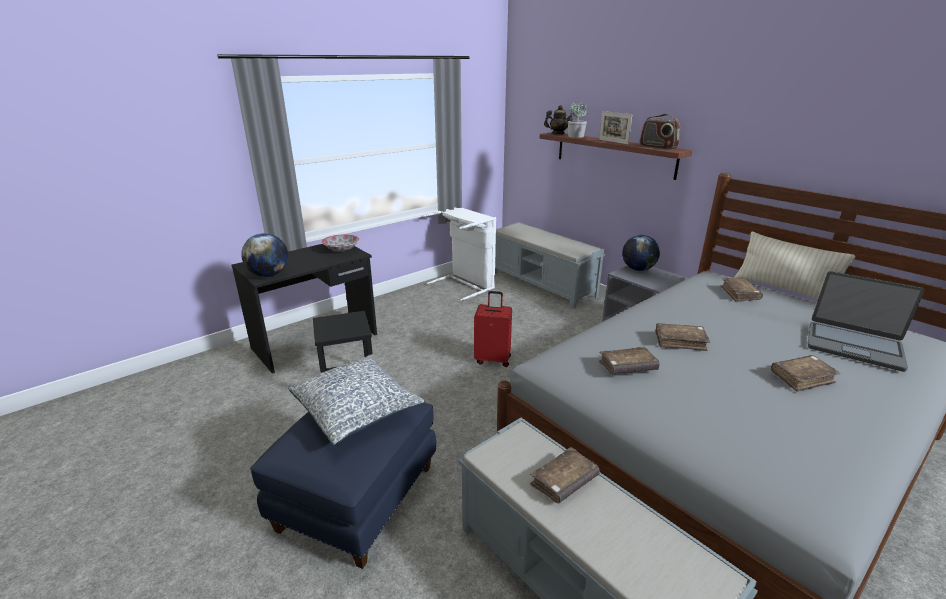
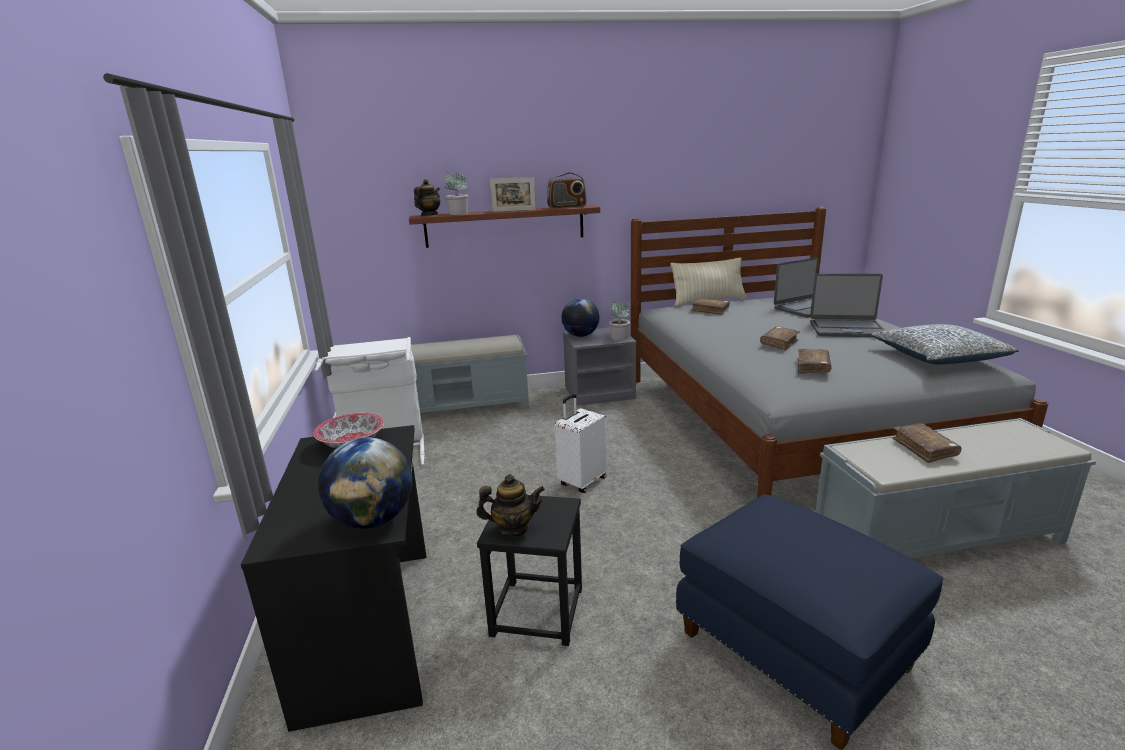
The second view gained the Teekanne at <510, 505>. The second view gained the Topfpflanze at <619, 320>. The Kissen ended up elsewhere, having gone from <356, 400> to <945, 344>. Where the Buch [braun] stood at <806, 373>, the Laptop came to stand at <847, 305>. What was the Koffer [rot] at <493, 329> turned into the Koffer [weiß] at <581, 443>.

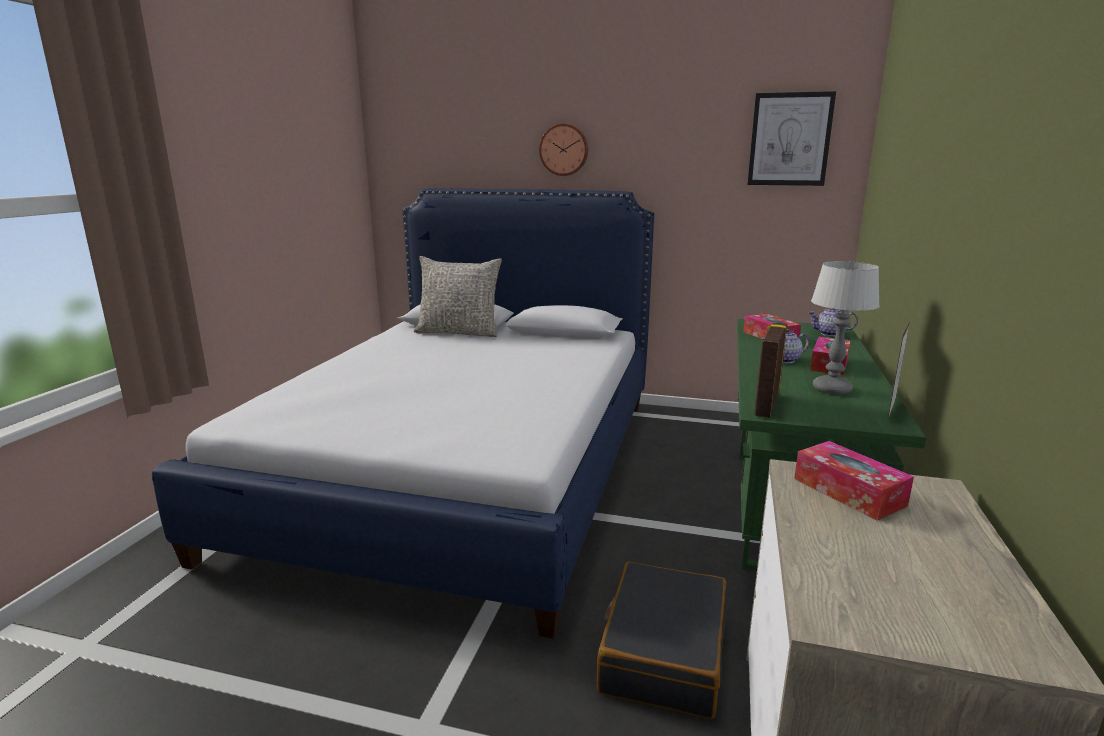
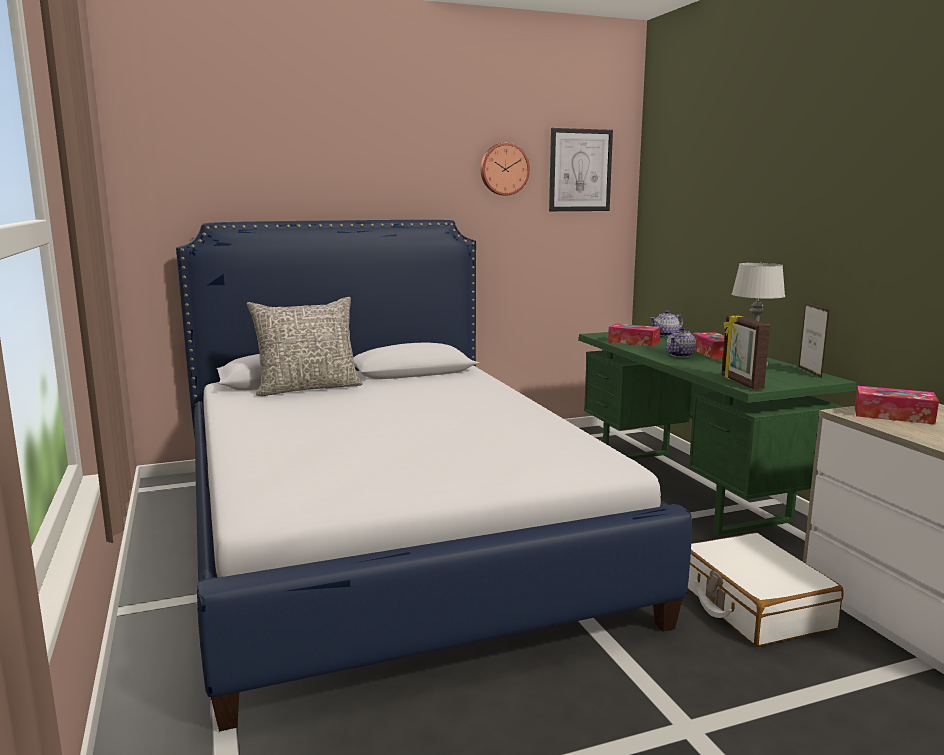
The Wanduhr ended up elsewhere, having gone from <563, 150> to <505, 169>. What was the Koffer [schwarz] at <662, 640> turned into the Koffer [weiß] at <765, 590>.

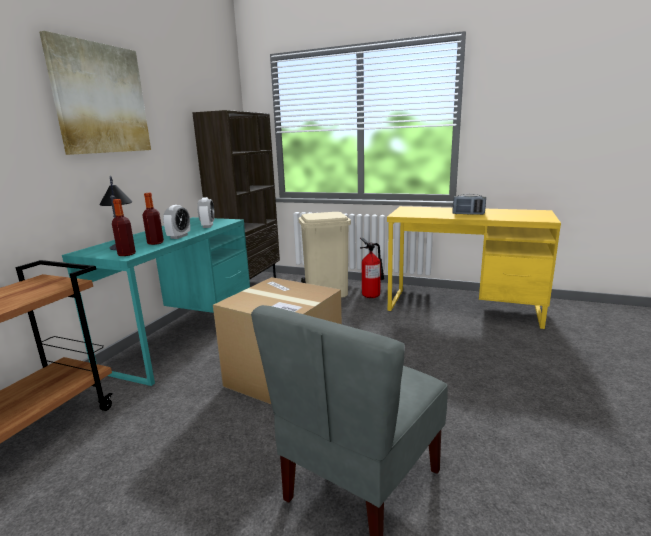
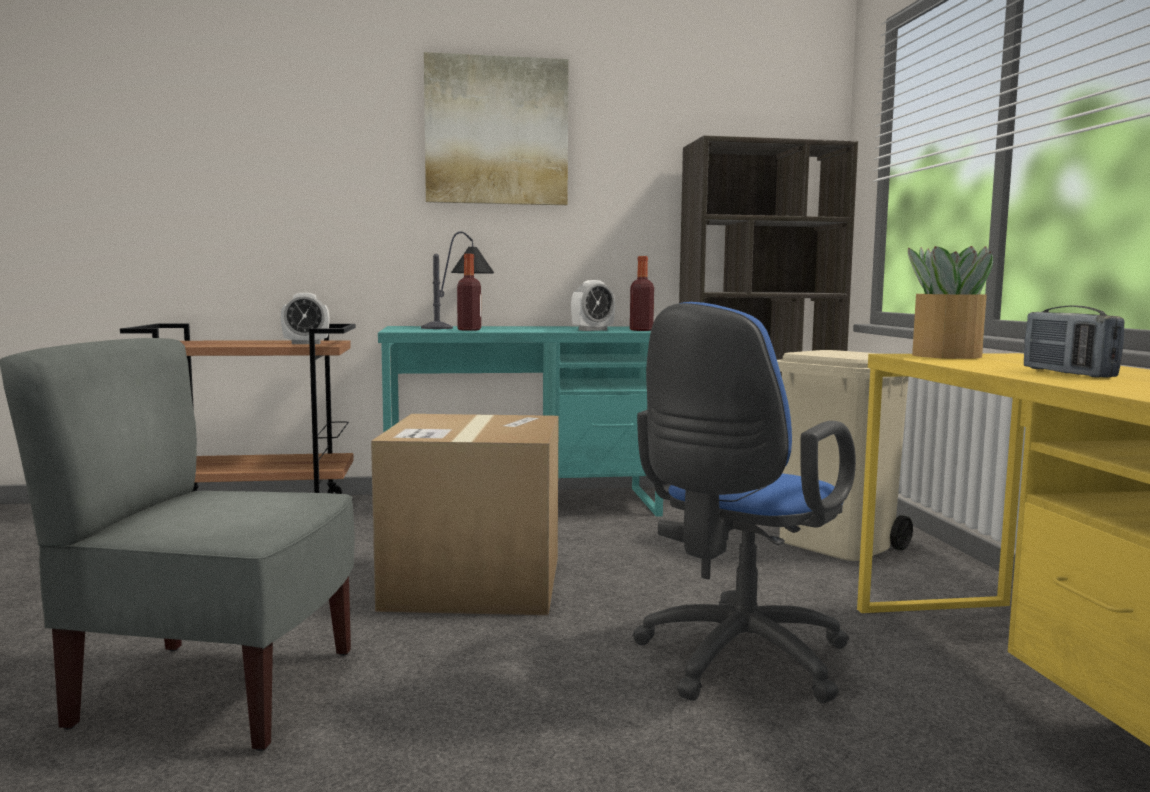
The second view lost the Feuerlöscher at <372, 268>. The second view gained the Bürostuhl [blau] at <744, 502>. The second view gained the Topfpflanze at <950, 302>. The Flasche ended up elsewhere, having gone from <124, 227> to <642, 293>. The Wecker ended up elsewhere, having gone from <176, 222> to <305, 318>.

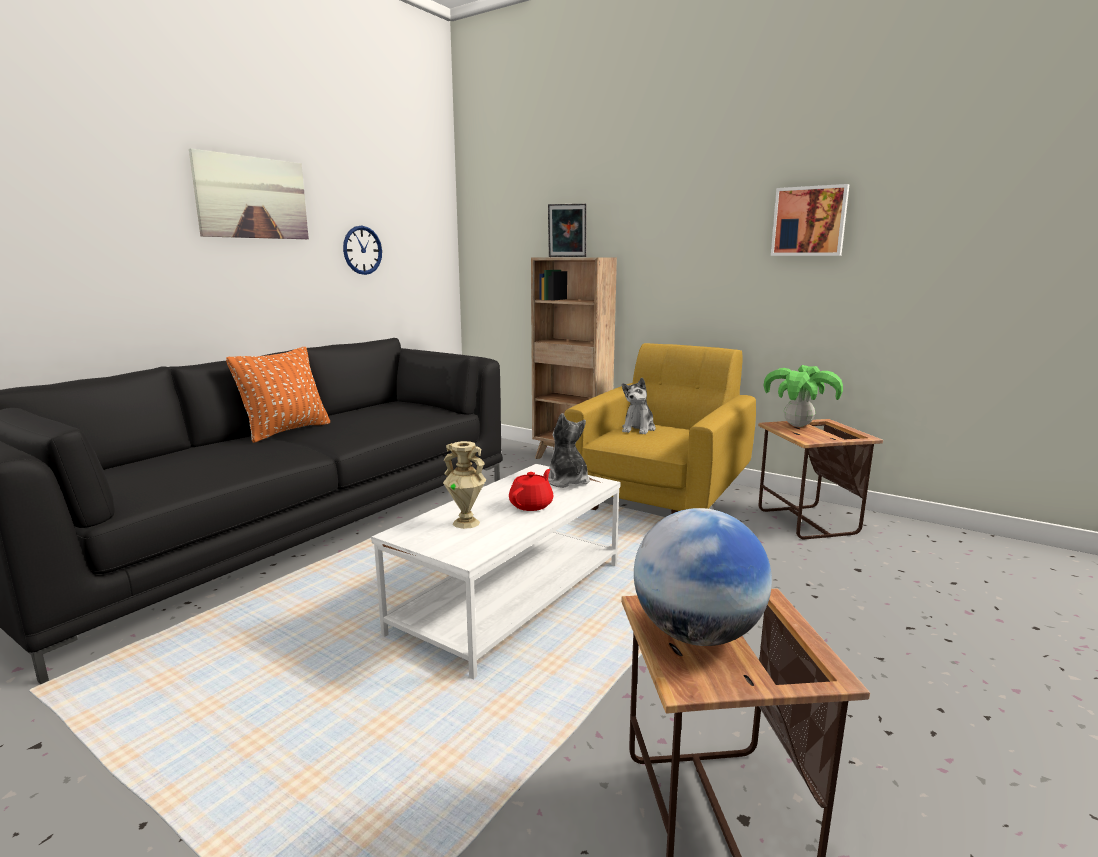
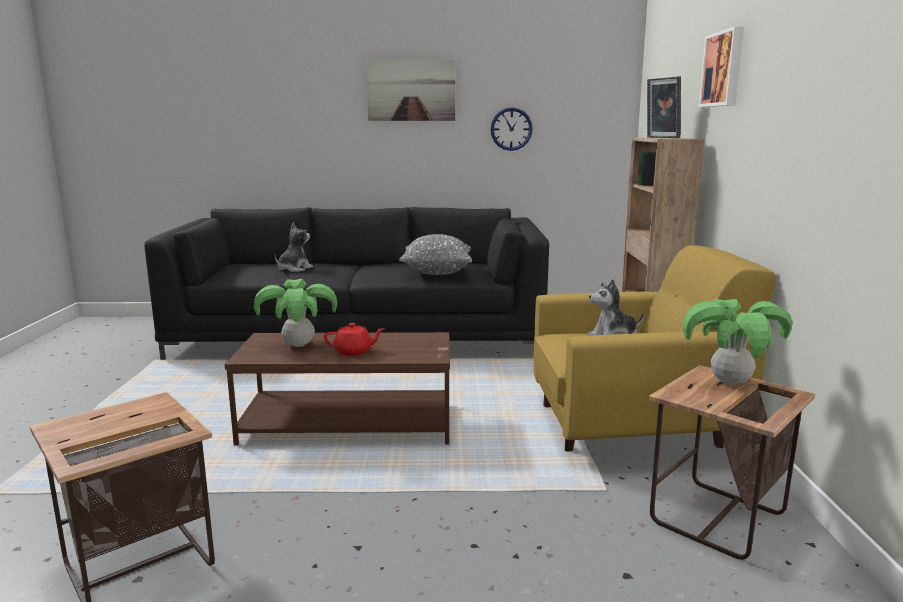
The second view lost the Kissen [orange] at <278, 395>. The second view lost the Globus at <703, 577>. The second view gained the Kissen [grau] at <435, 254>. The Plüschtier ended up elsewhere, having gone from <569, 450> to <294, 247>. The Bild ended up elsewhere, having gone from <810, 220> to <721, 66>. Where the Vase [beige] stood at <464, 485>, the Topfpflanze came to stand at <295, 313>. What was the Couchtisch [weiß] at <495, 571> turned into the Couchtisch [braun] at <337, 388>.

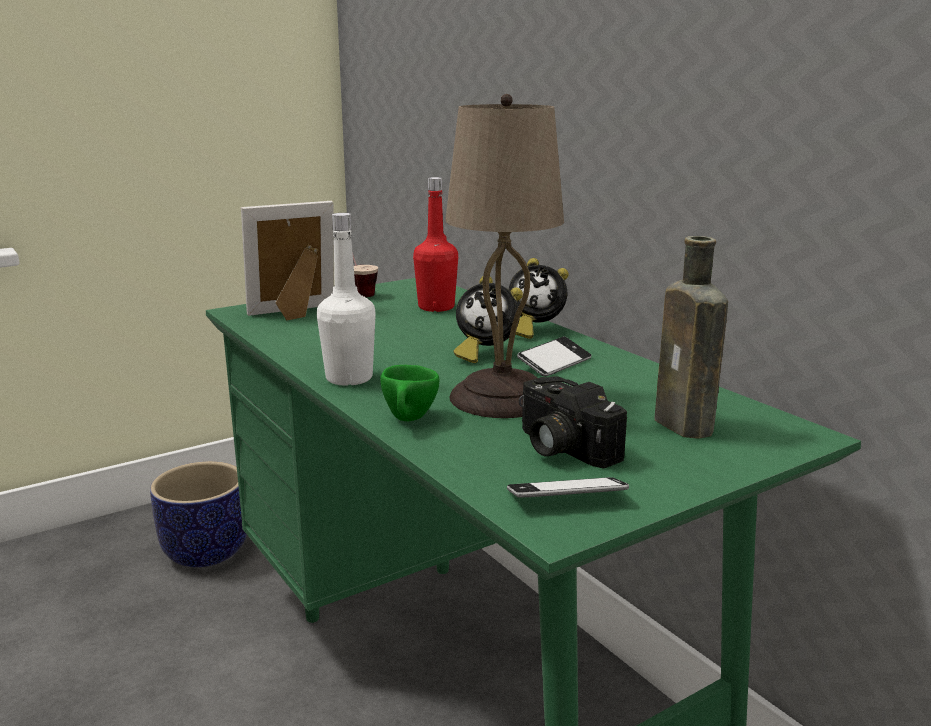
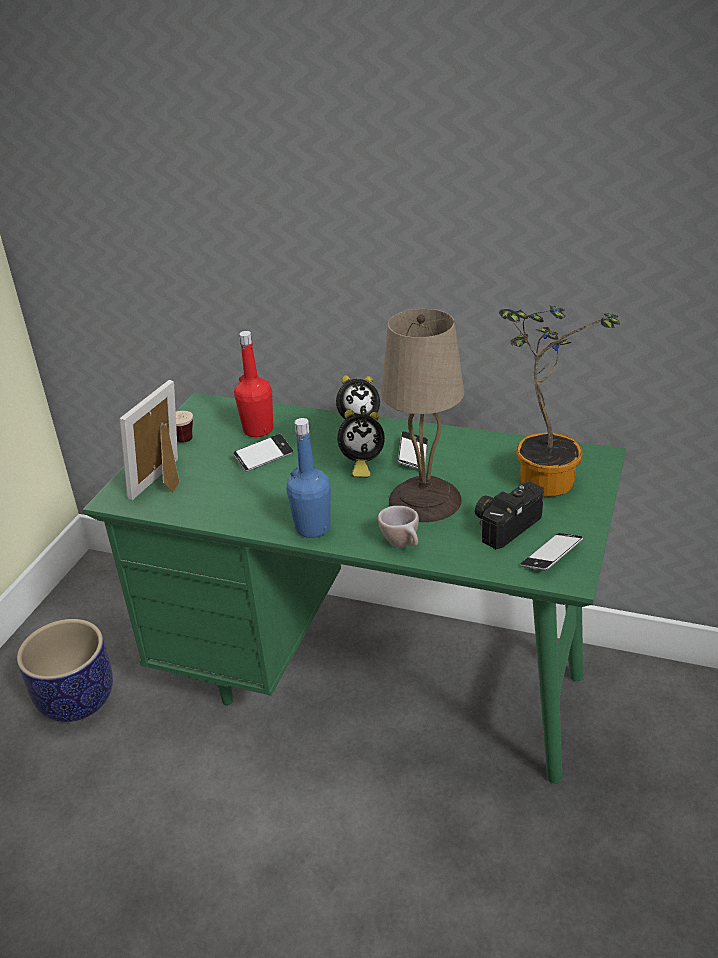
The second view gained the Handy at <263, 453>. Where the Flasche [braun] stood at <691, 337>, the Topfpflanze came to stand at <559, 401>. What was the Flasche [weiß] at <346, 299> turned into the Flasche [blau] at <308, 478>. What was the Tasse [grün] at <409, 393> turned into the Tasse [beige] at <398, 526>. The Kamera at <573, 422> ended up facing another way, 120 degrees clockwise from before.

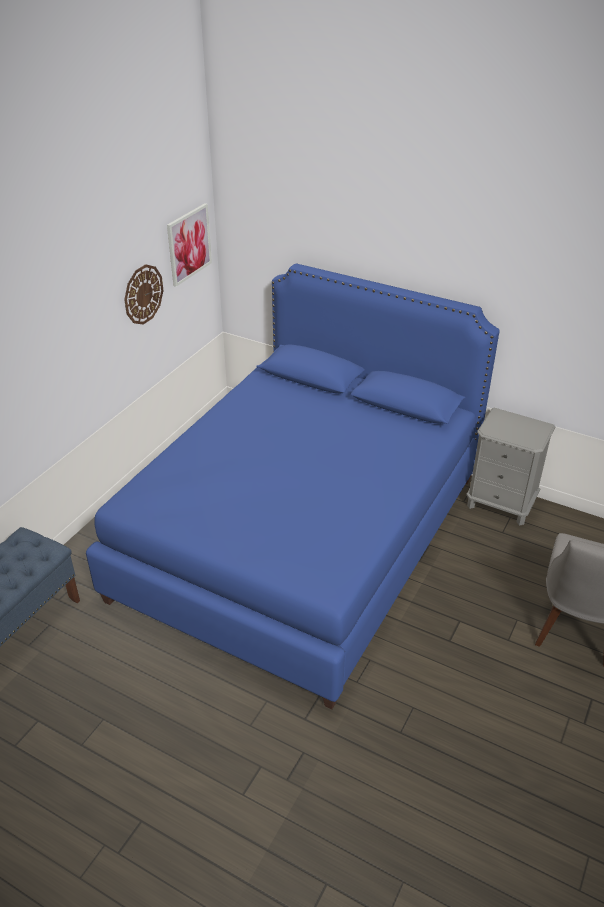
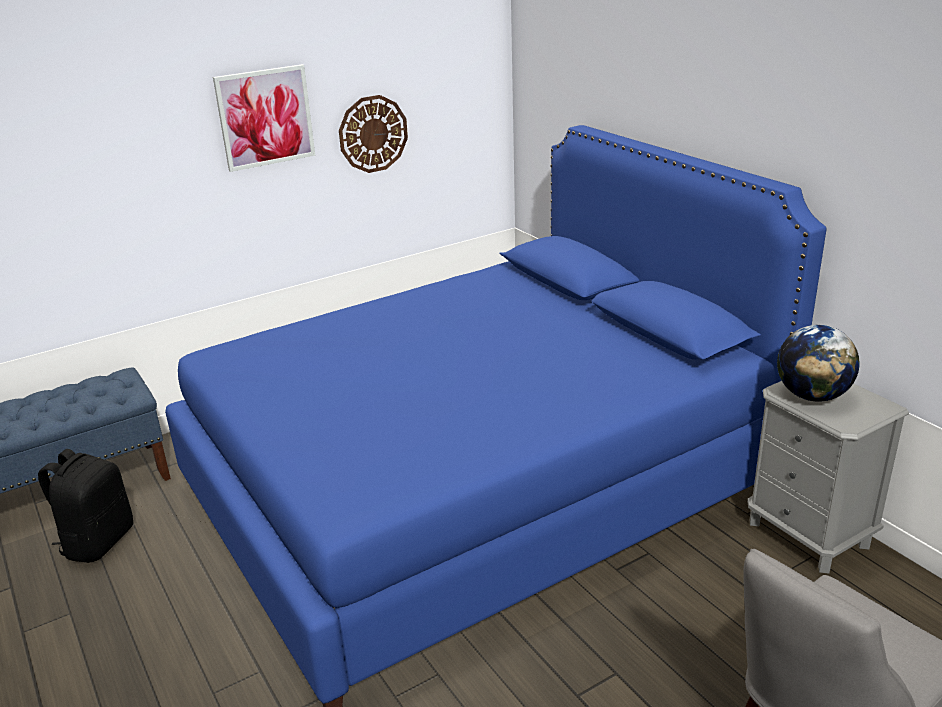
The second view gained the Rucksack [schwarz] at <85, 506>. The second view gained the Globus at <818, 363>. The Bild ended up elsewhere, having gone from <189, 245> to <264, 118>.

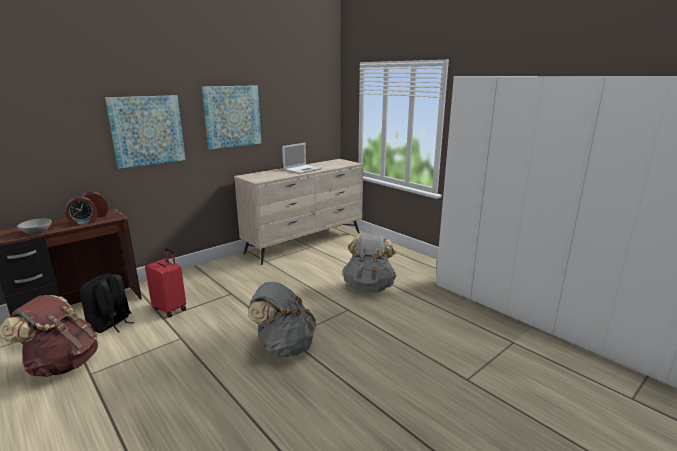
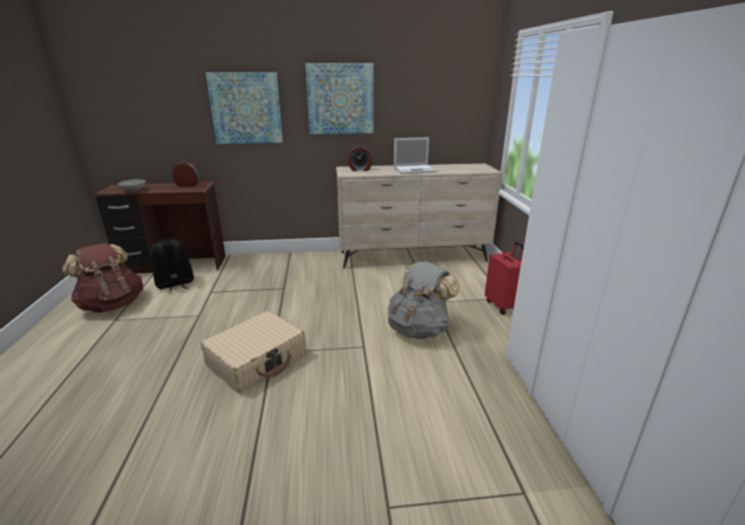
The Wecker ended up elsewhere, having gone from <81, 211> to <360, 158>. The Koffer [rot] ended up elsewhere, having gone from <165, 283> to <504, 278>. Where the Rucksack [grau] stood at <282, 319>, the Koffer [beige] came to stand at <253, 352>.

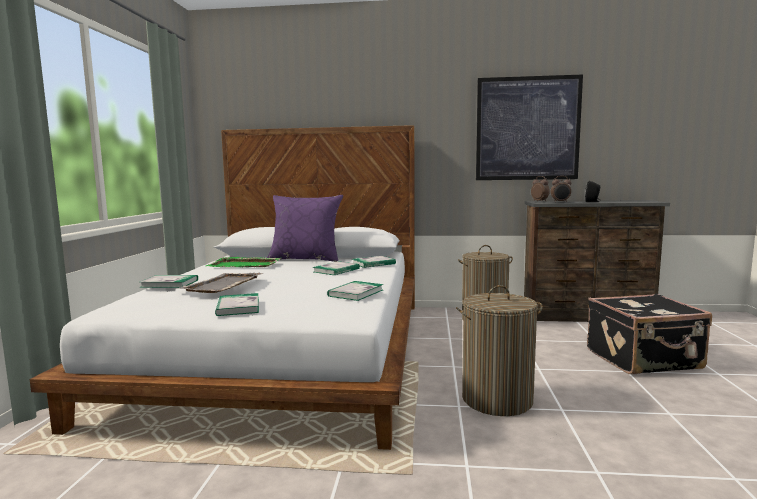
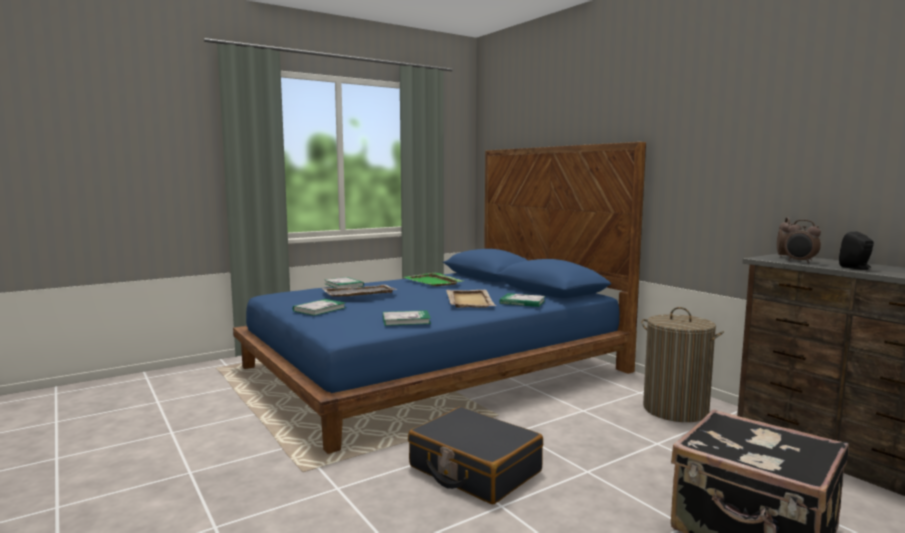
The second view lost the Kissen [lila] at <305, 228>. The second view lost the Bild at <529, 127>. Where the Buch stood at <336, 268>, the Tablett [beige] came to stand at <471, 299>. Where the Wäschekorb stood at <499, 350>, the Koffer [schwarz] came to stand at <475, 455>. What was the Bett [weiß] at <222, 287> turned into the Bett [blau] at <439, 298>.

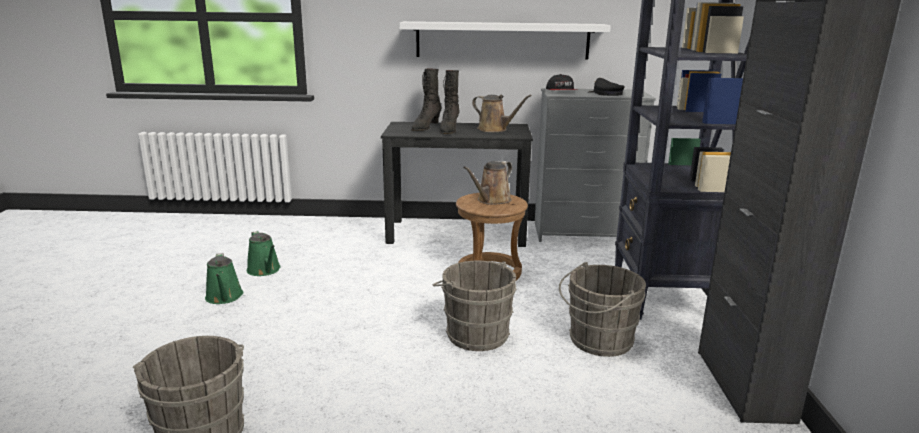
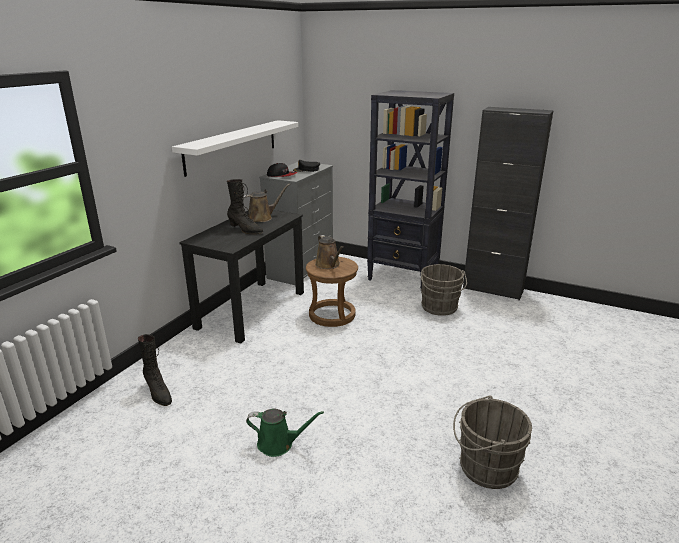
The second view lost the Gießkanne [grün] at <264, 253>. The second view lost the Eimer [grau] at <474, 306>. The Stiefel [schwarz] ended up elsewhere, having gone from <426, 99> to <155, 370>.

